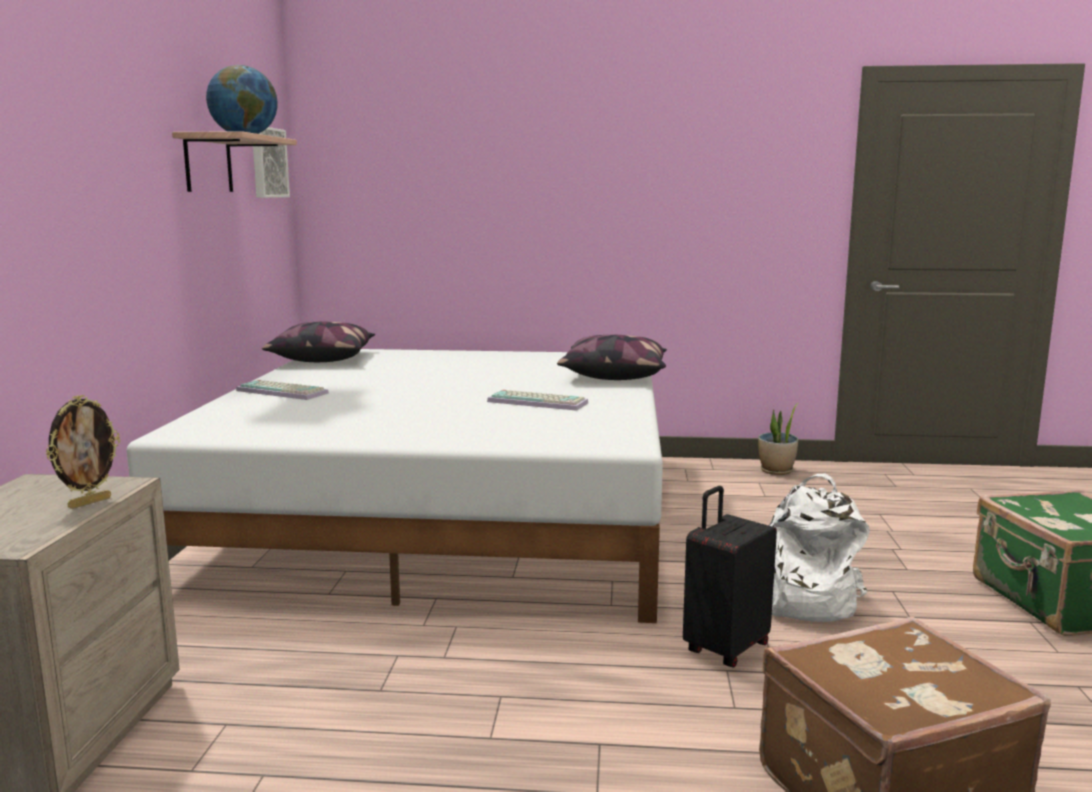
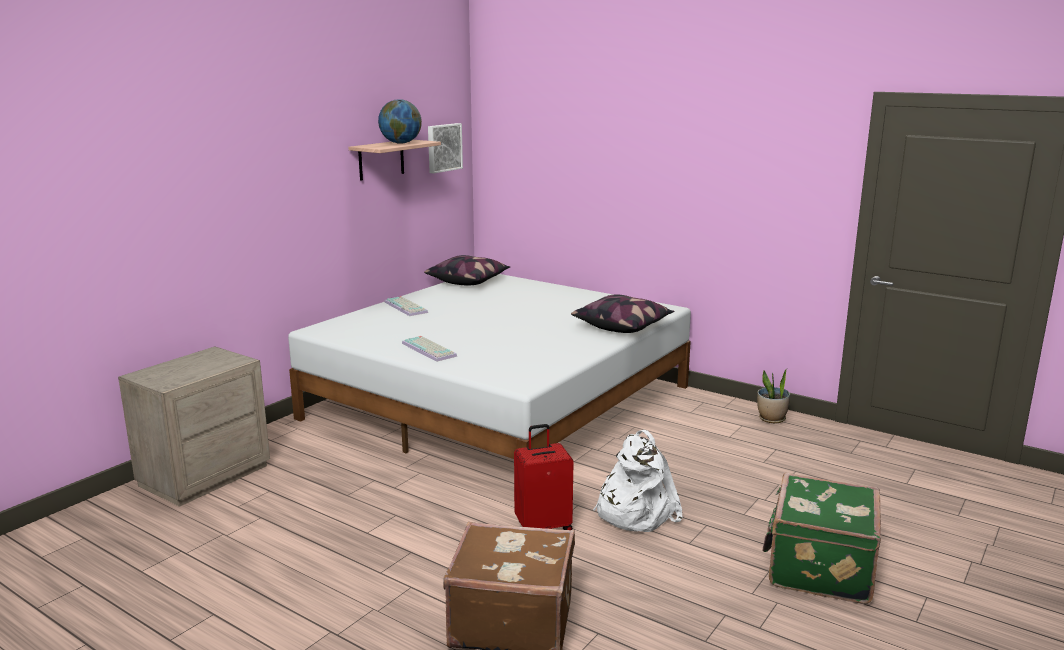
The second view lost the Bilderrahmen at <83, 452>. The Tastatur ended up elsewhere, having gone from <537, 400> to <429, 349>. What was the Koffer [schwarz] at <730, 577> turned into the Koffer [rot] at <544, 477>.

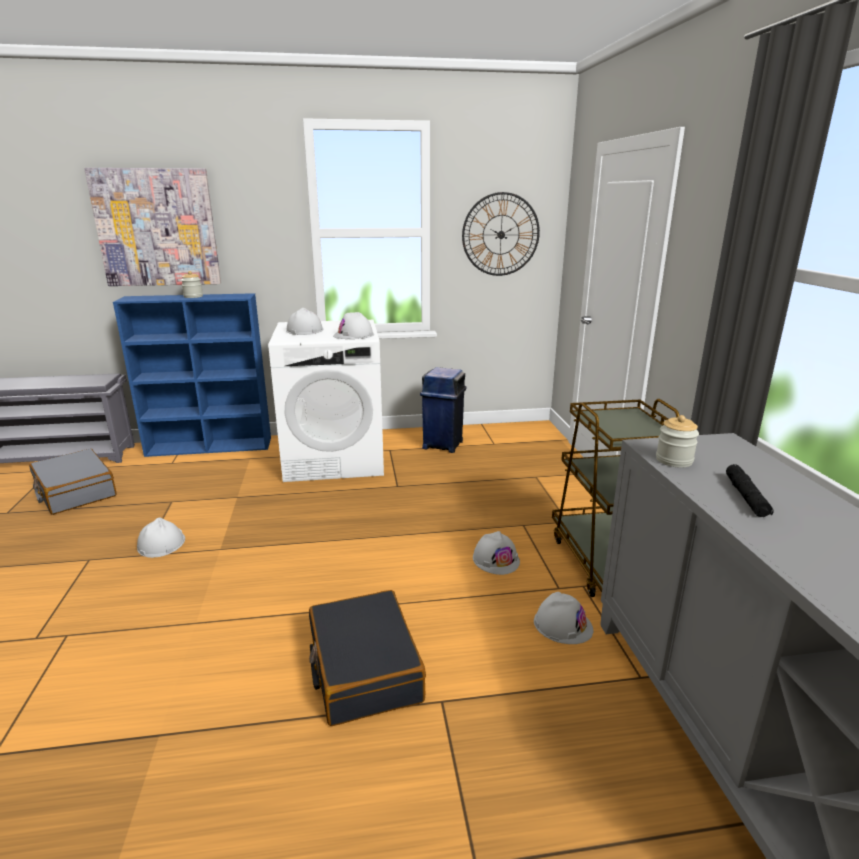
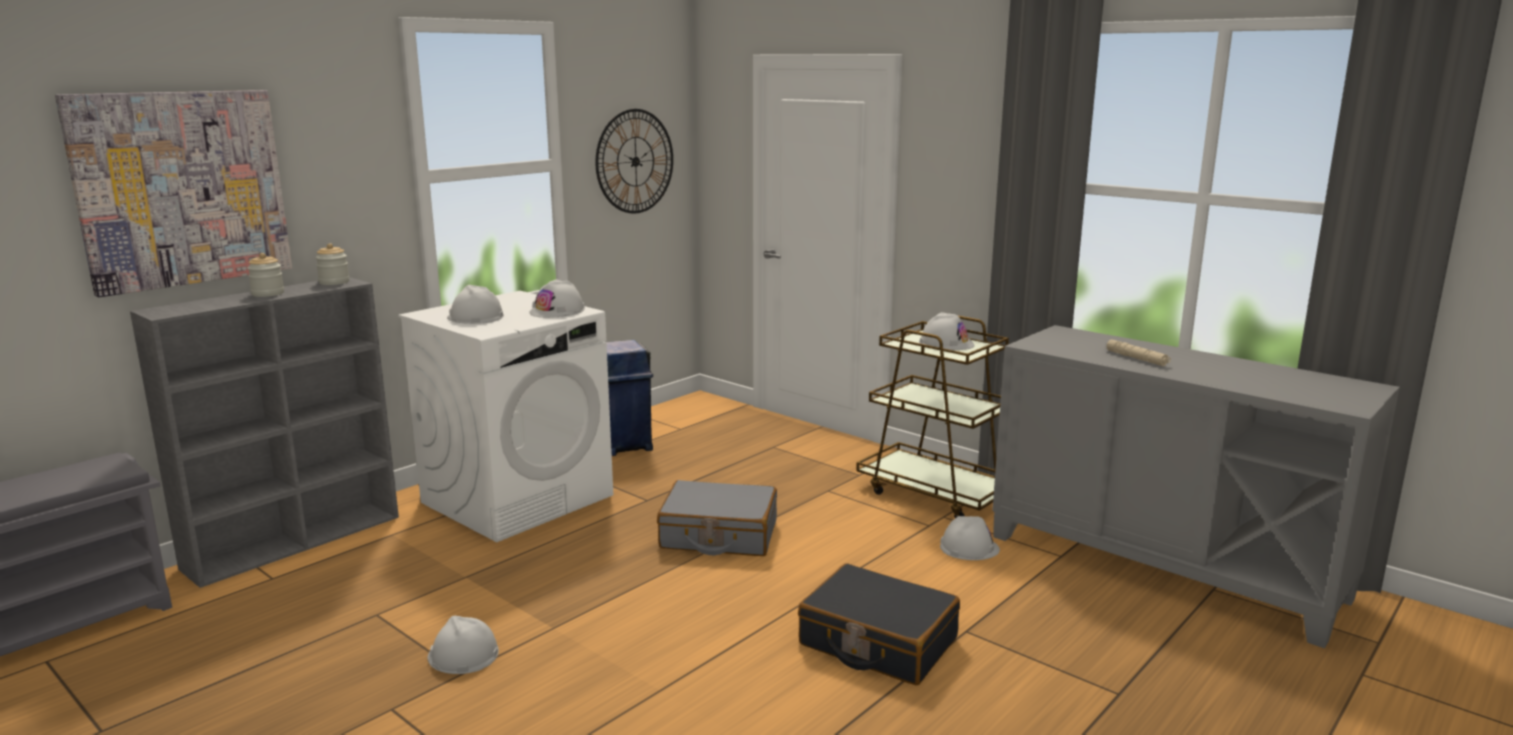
The Koffer [grau] ended up elsewhere, having gone from <73, 482> to <717, 518>. The Schutzhelm [weiß] ended up elsewhere, having gone from <496, 553> to <947, 331>. The Vorratsglas ended up elsewhere, having gone from <677, 441> to <332, 264>. What was the Bücherregal [blau] at <192, 375> turned into the Bücherregal [grau] at <264, 432>. What was the Taschenlampe [schwarz] at <749, 490> turned into the Taschenlampe [beige] at <1138, 352>.

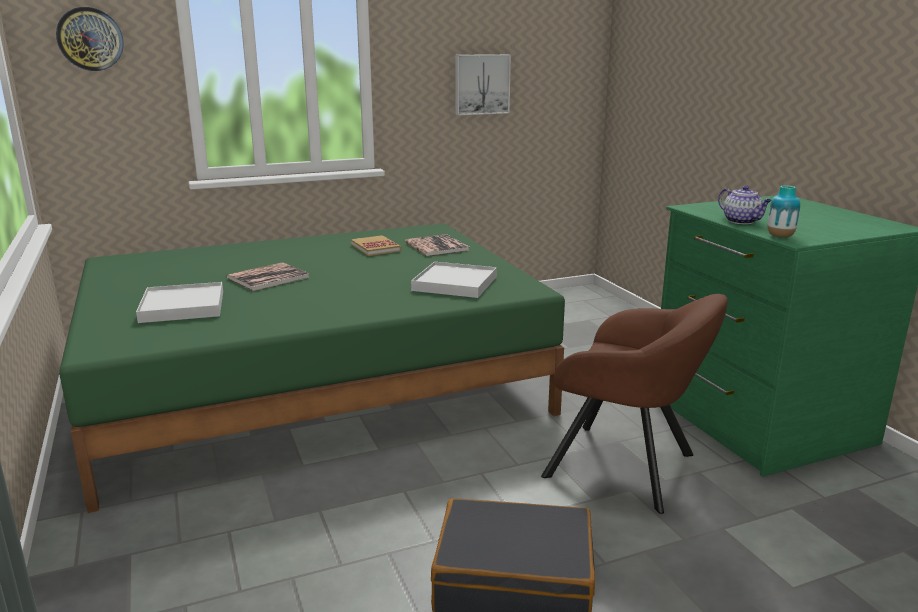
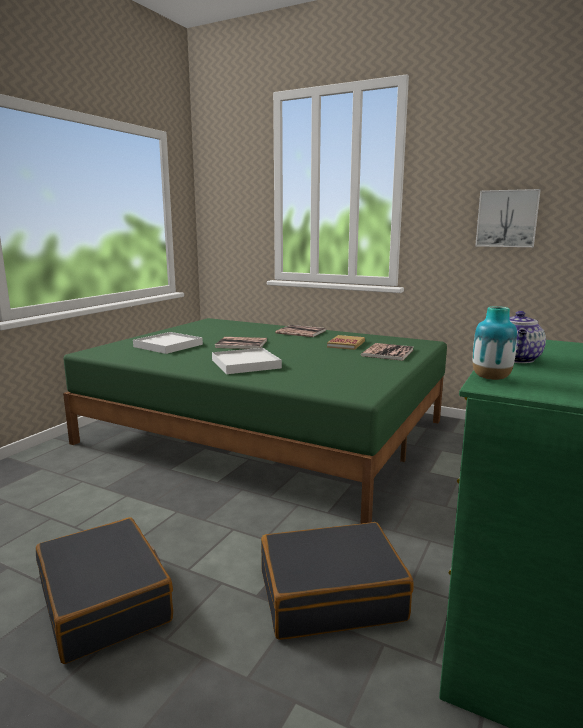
The second view lost the Wanduhr at <90, 39>. The second view gained the Buch at <300, 331>. The Tablett [weiß] ended up elsewhere, having gone from <454, 280> to <247, 361>. Where the Sessel [braun] stood at <634, 404>, the Koffer [schwarz] came to stand at <337, 581>.

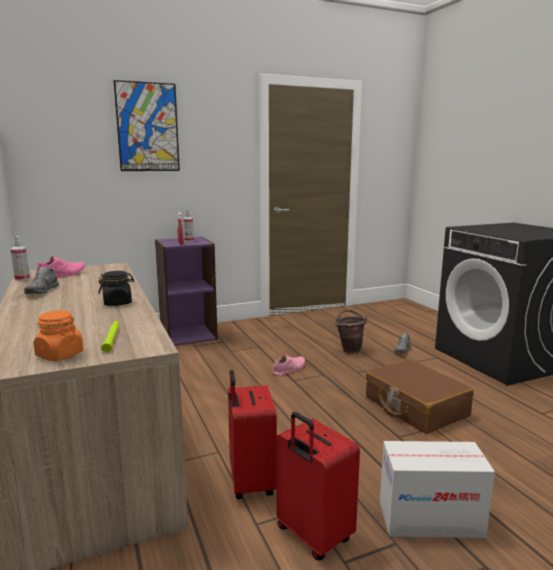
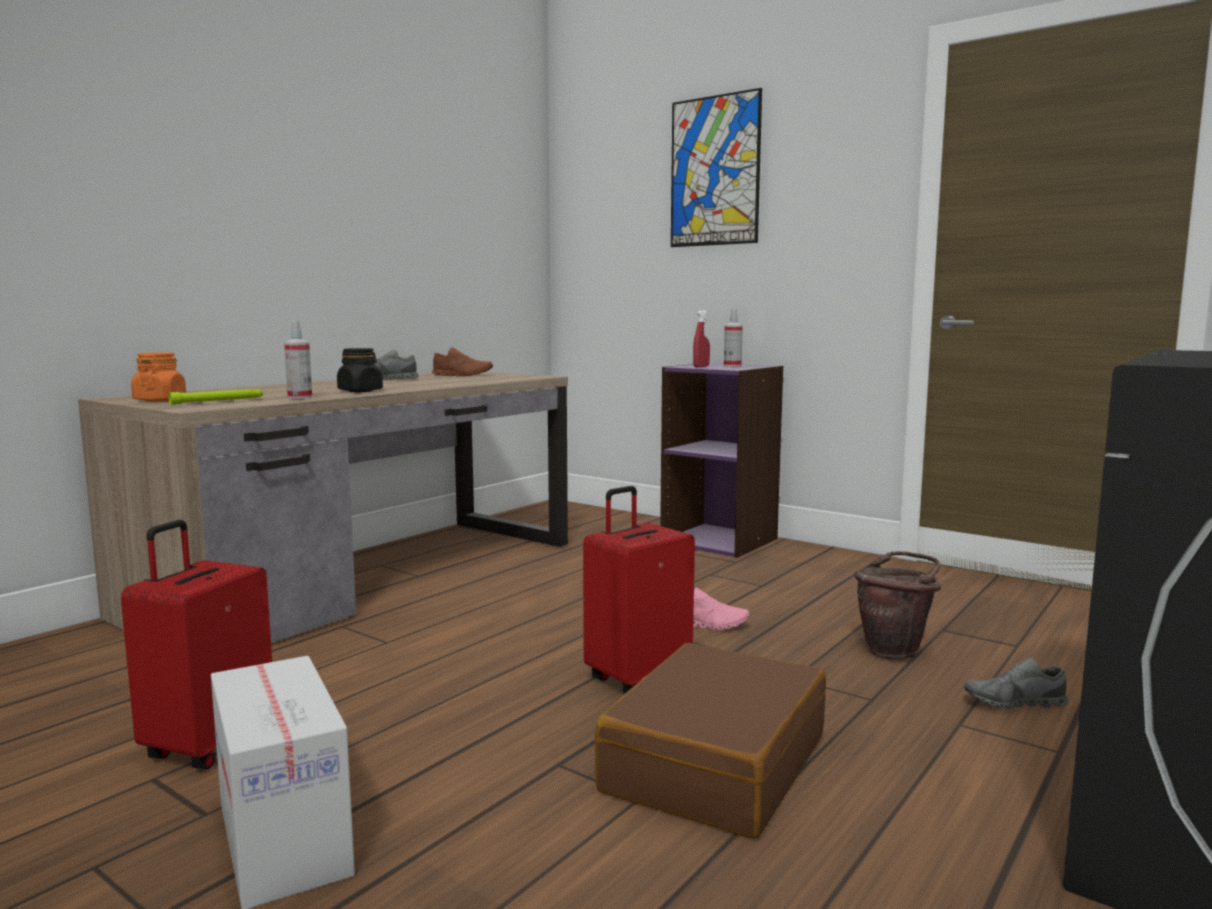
The Sprühflasche ended up elsewhere, having gone from <20, 258> to <298, 360>. The Koffer [rot] ended up elsewhere, having gone from <252, 434> to <639, 589>. What was the Schuh [rosa] at <61, 267> turned into the Schuh [braun] at <462, 361>.

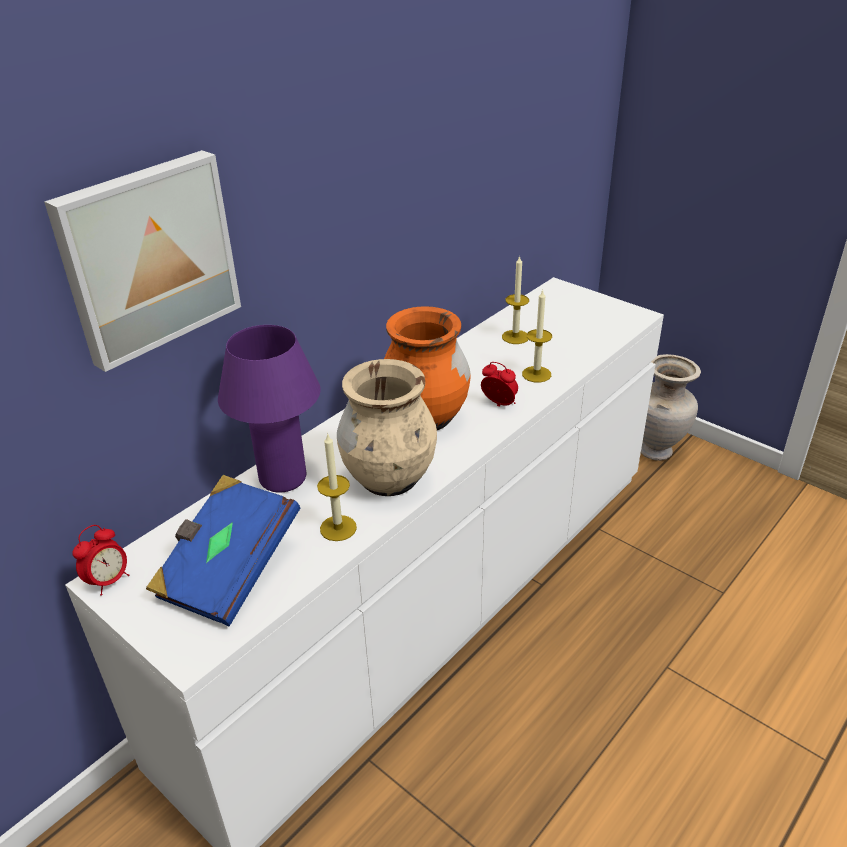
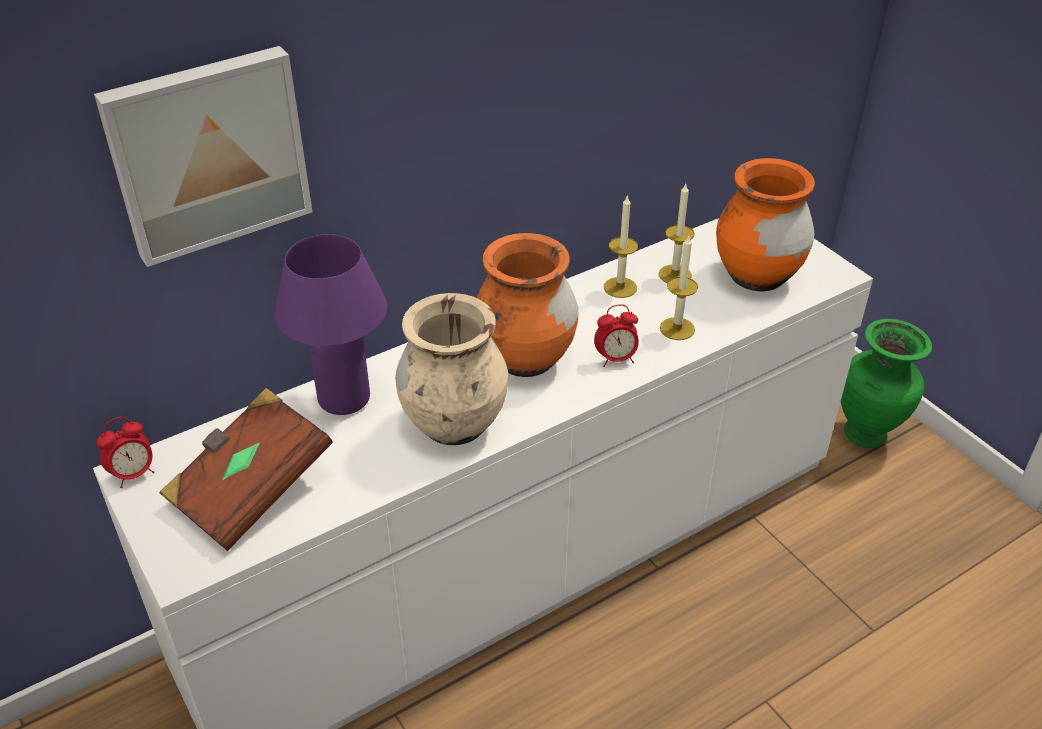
The second view gained the Vase [orange] at <765, 224>. The Kerze ended up elsewhere, having gone from <337, 487> to <621, 246>. What was the Buch [blau] at <223, 550> turned into the Buch [braun] at <246, 469>. What was the Vase [beige] at <671, 407> turned into the Vase [grün] at <886, 383>. The Wecker at <499, 384> ended up facing another way, 120 degrees clockwise from before.

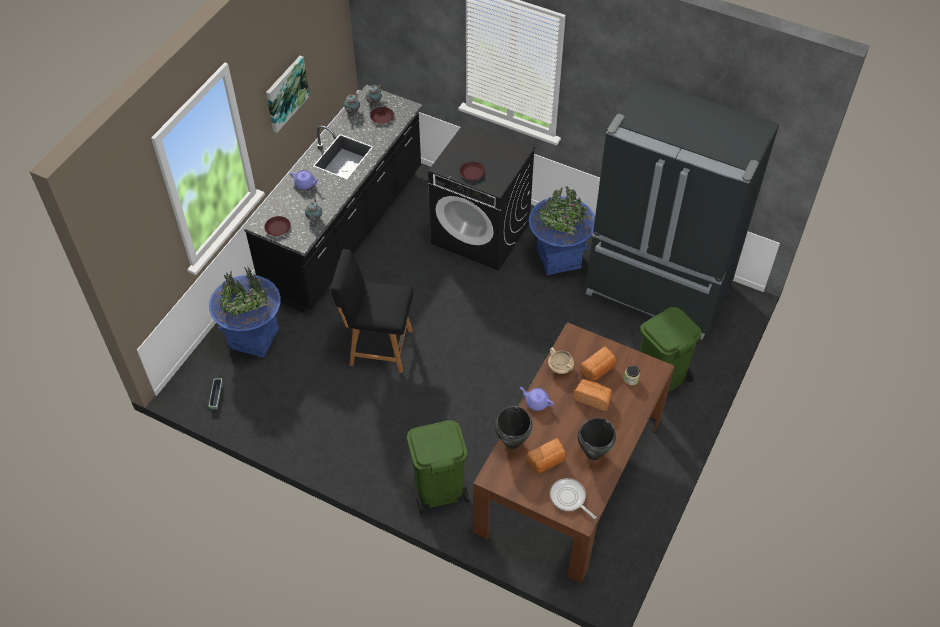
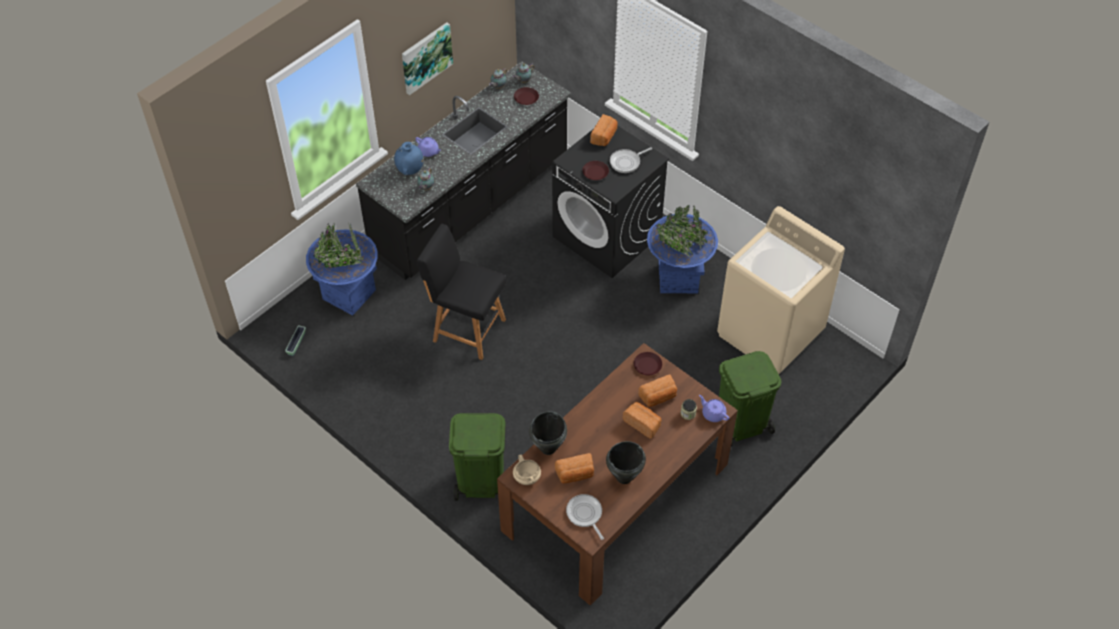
The second view gained the Vase [blau] at <409, 158>. The second view gained the Brot at <604, 130>. The second view gained the Pfanne at <631, 160>. The Teller [braun] ended up elsewhere, having gone from <277, 226> to <648, 364>. The Teekanne [lila] ended up elsewhere, having gone from <537, 399> to <714, 408>. The Kochtopf [beige] ended up elsewhere, having gone from <561, 361> to <527, 470>. Where the Kühlschrank [schwarz] stood at <682, 209>, the Waschmaschine [beige] came to stand at <781, 290>.

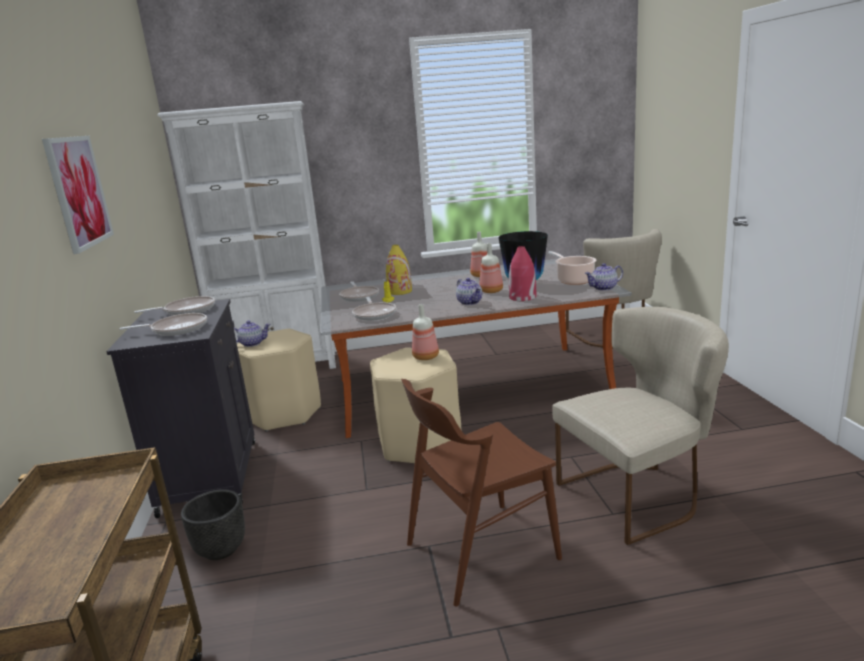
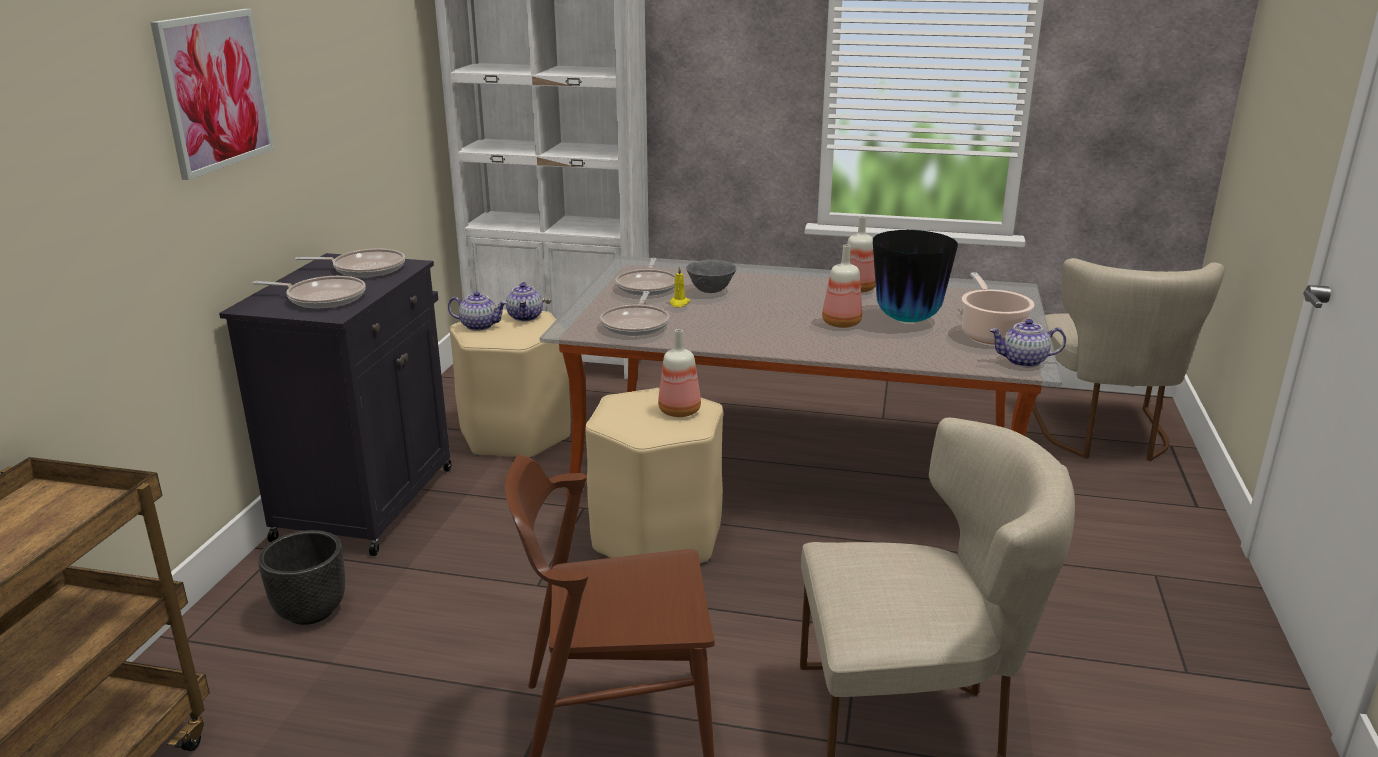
The second view lost the Vase [rot] at <522, 273>. The Teekanne ended up elsewhere, having gone from <469, 291> to <524, 301>. Where the Vase [gelb] stood at <399, 270>, the Schüssel [grau] came to stand at <711, 276>.

